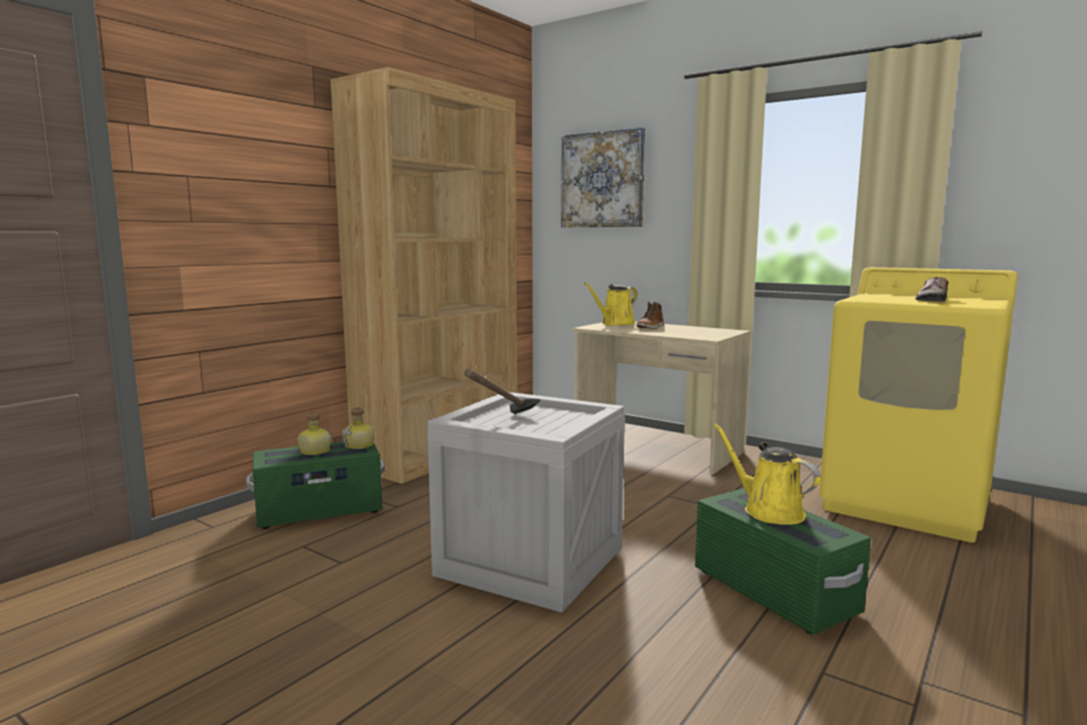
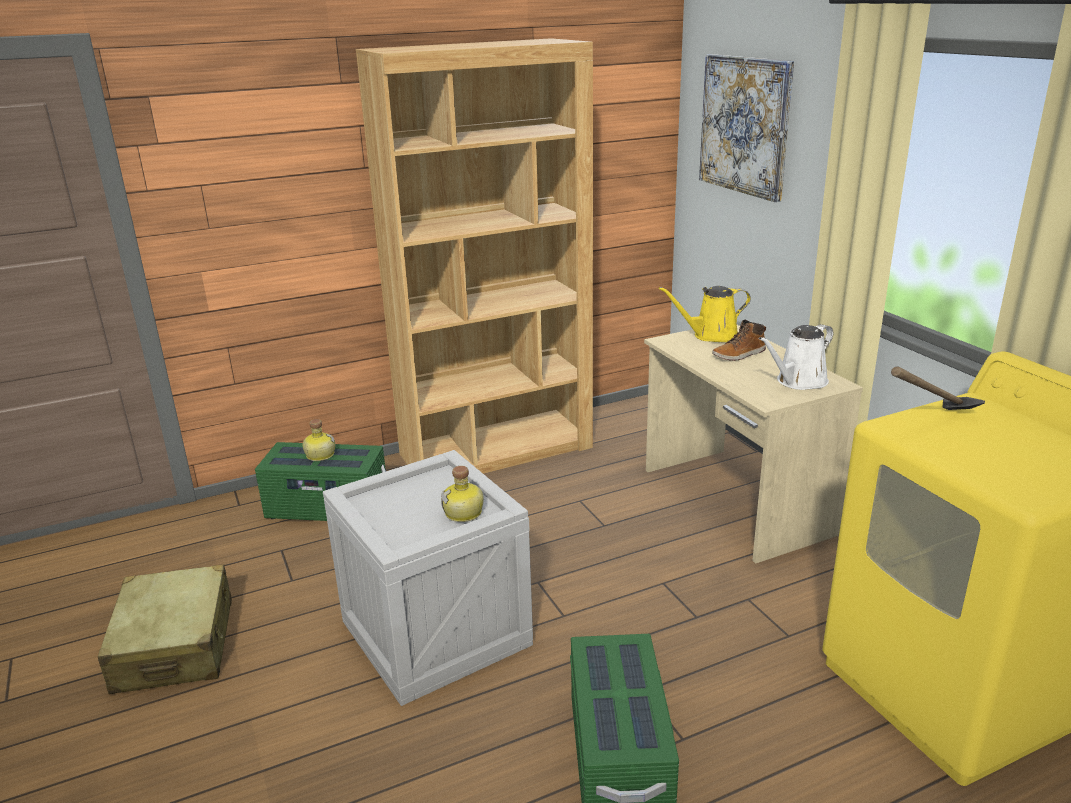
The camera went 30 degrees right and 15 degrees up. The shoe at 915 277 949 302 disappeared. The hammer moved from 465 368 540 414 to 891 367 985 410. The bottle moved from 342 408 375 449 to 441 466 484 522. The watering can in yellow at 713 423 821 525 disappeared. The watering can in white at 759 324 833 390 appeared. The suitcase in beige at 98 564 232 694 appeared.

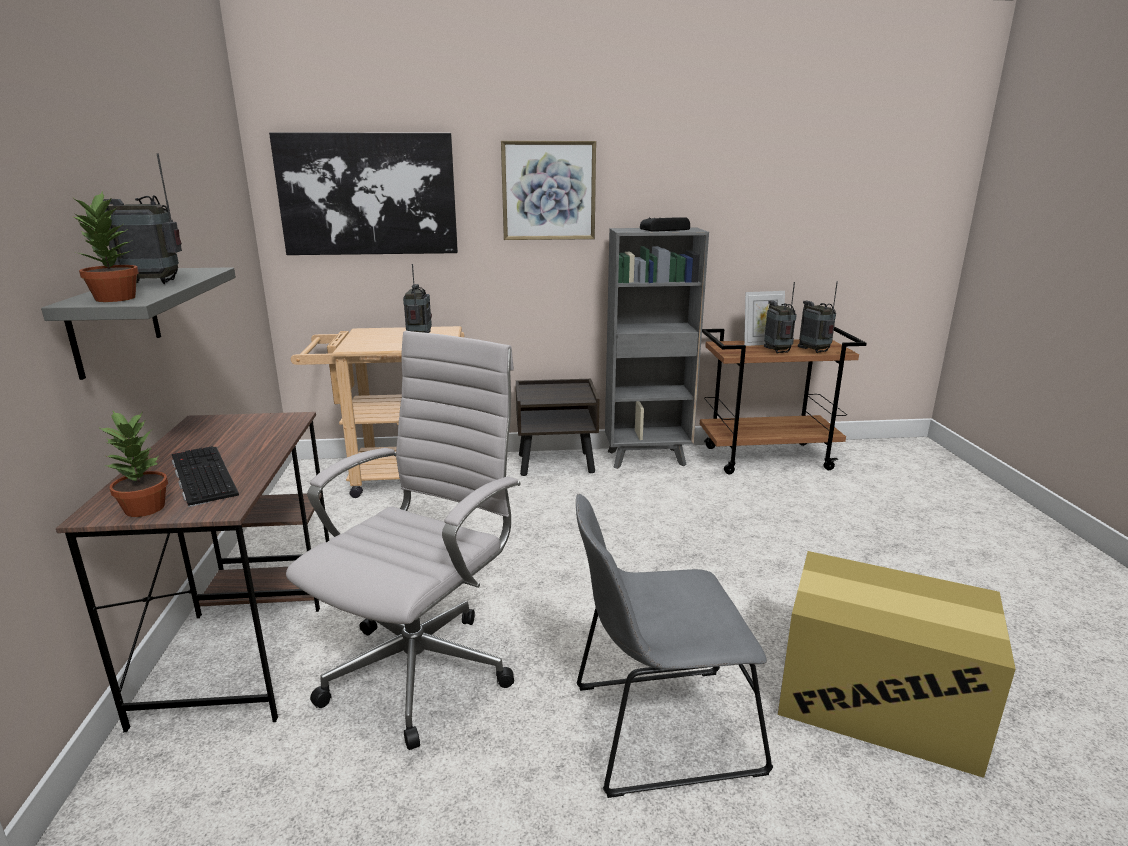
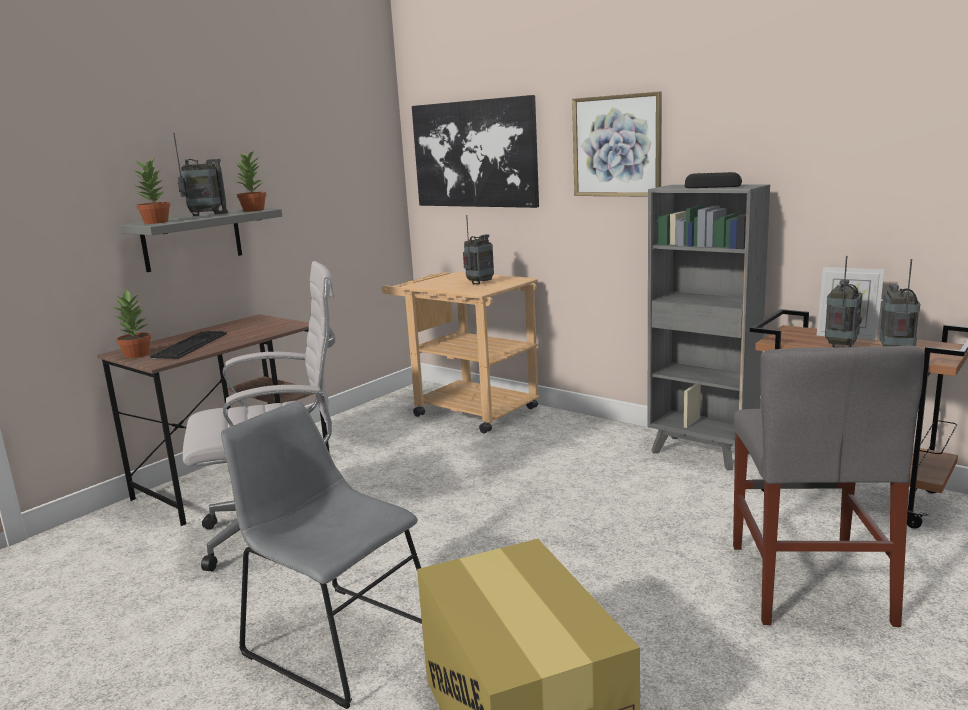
The camera went 45 degrees right and 5 degrees down. The radio at 103 153 182 284 turned 135 degrees clockwise. The nightstand in brown at 516 379 599 476 disappeared. The potted plant at 237 150 266 212 appeared. The chair in grey at 733 346 924 627 appeared.

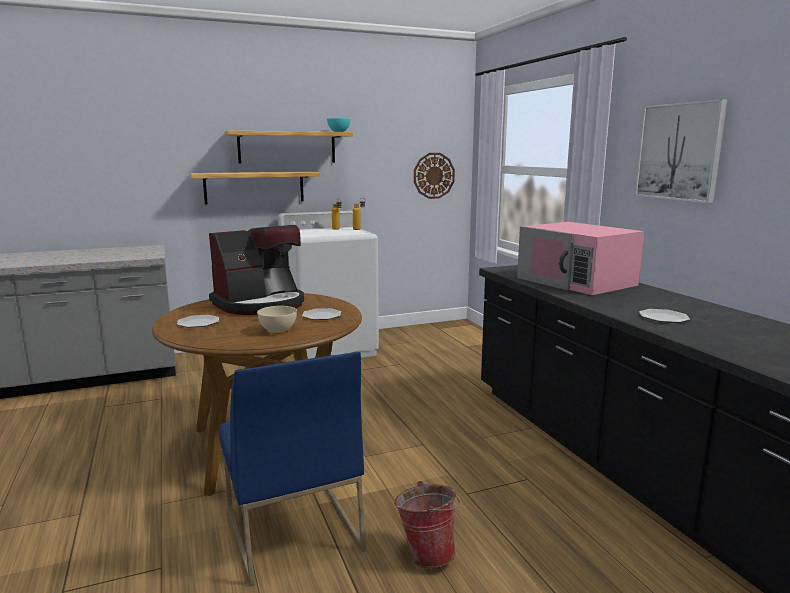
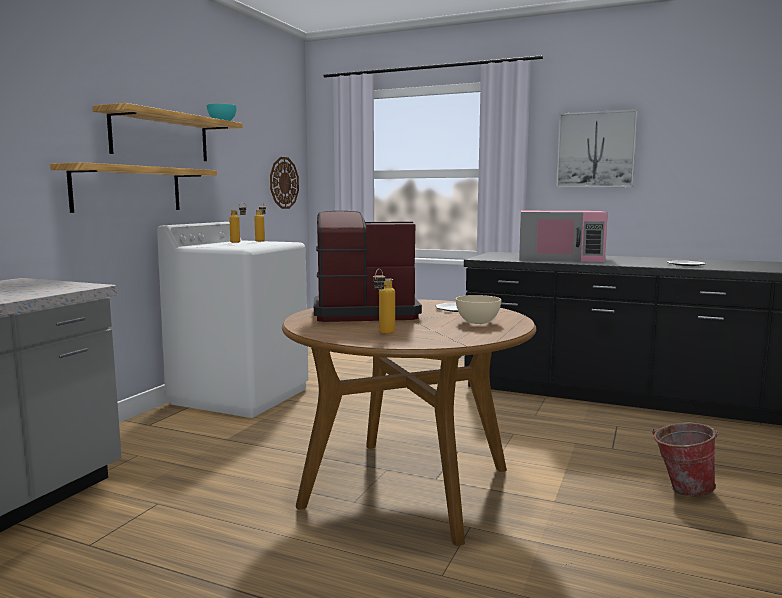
The camera went 45 degrees left and 5 degrees down. The coffee machine at 209 225 304 315 turned 105 degrees counterclockwise. The plate at 177 315 219 328 was replaced by the bottle at 373 269 395 334. The chair in blue at 219 352 366 586 disappeared.

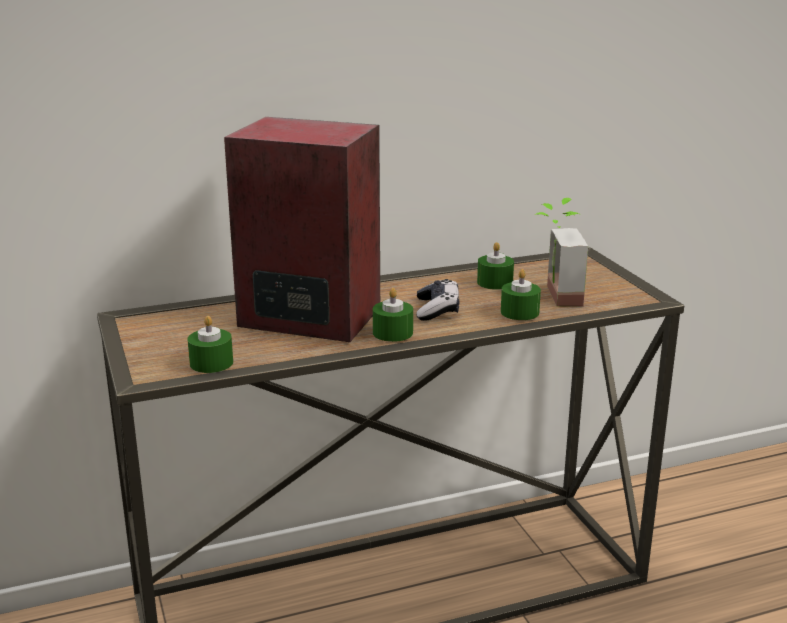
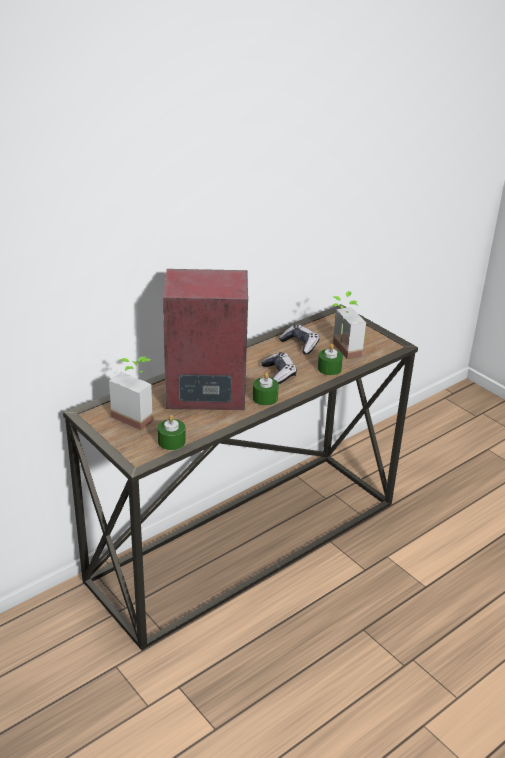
The camera went 20 degrees left and 10 degrees up. The candle in green at 477 242 514 290 was replaced by the game controller at 279 325 320 354. The potted plant at 109 356 153 430 appeared.

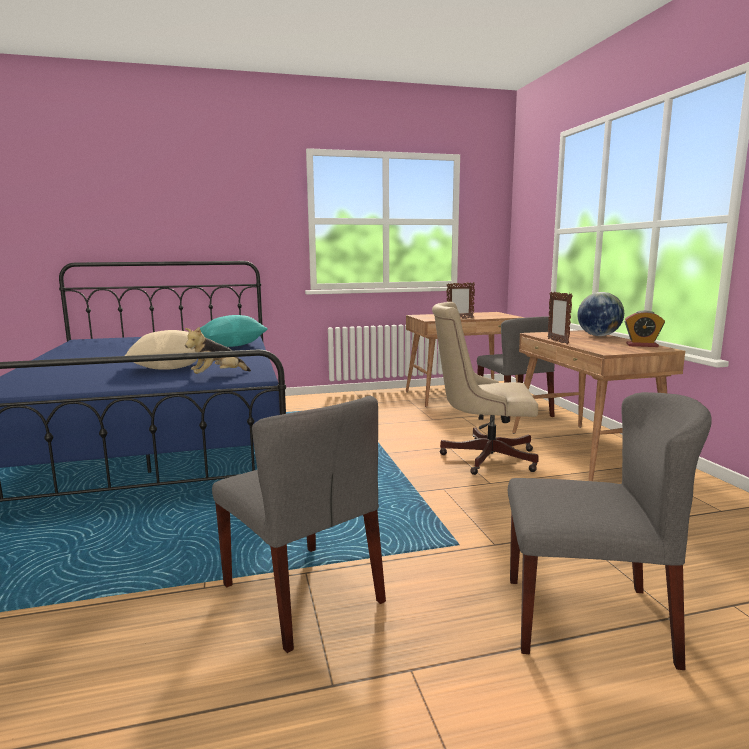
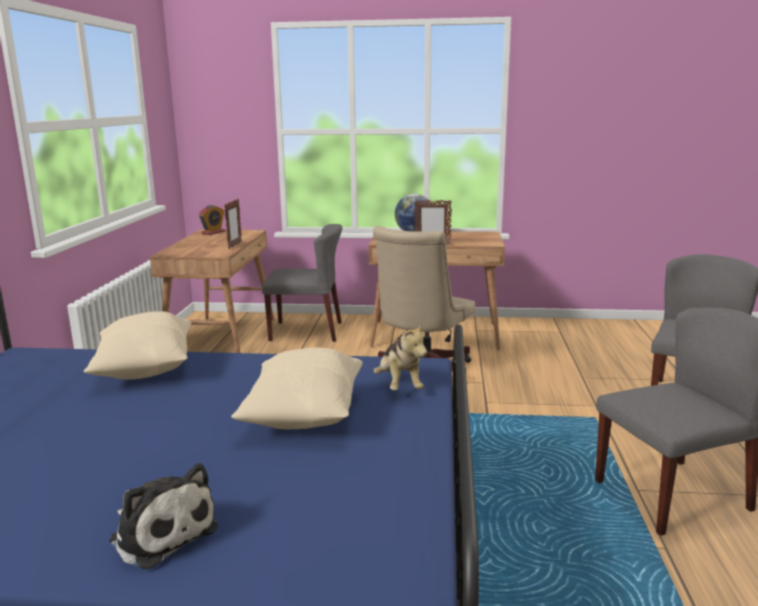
The camera went 70 degrees left and 5 degrees up. The alarm clock moved from 625 310 665 347 to 199 205 225 235. The pillow in turquoise at 200 315 268 347 became the pillow in beige at 84 311 191 380. The plush toy at 109 463 218 570 appeared.

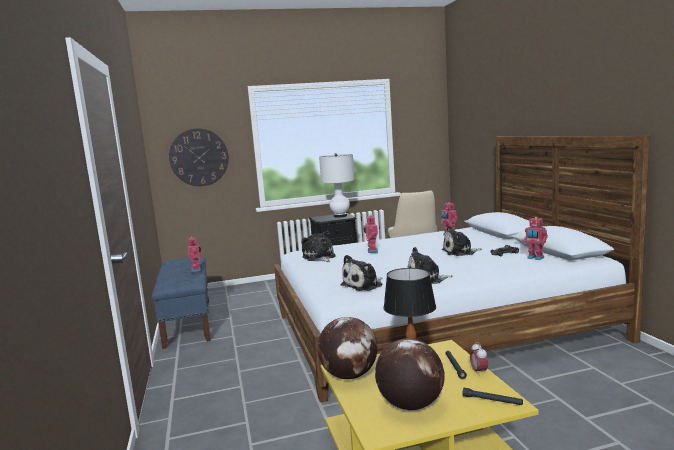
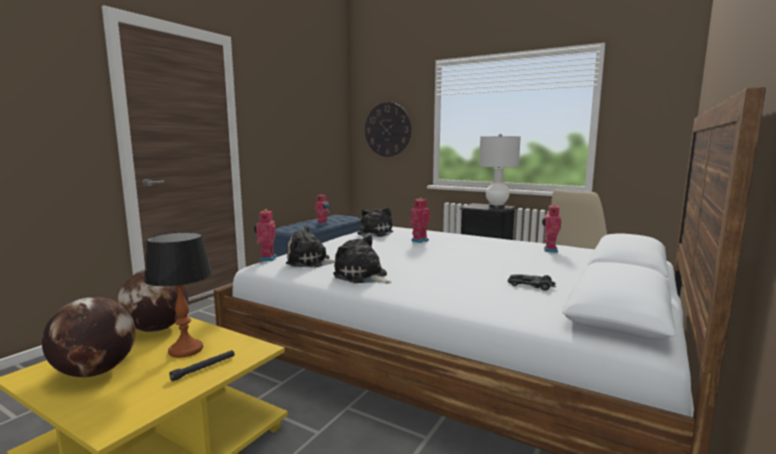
The camera went 45 degrees right and 0 degrees up. The toy robot moved from 524 217 548 260 to 254 209 277 261. The plush toy at 442 225 482 256 disappeared. The alarm clock at 470 342 488 374 disappeared. The flashlight in black at 462 388 523 405 disappeared.

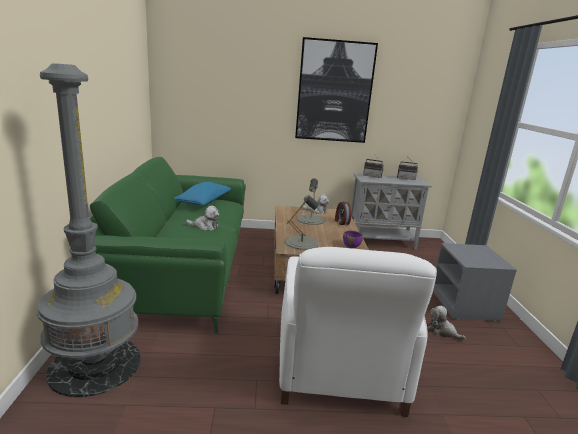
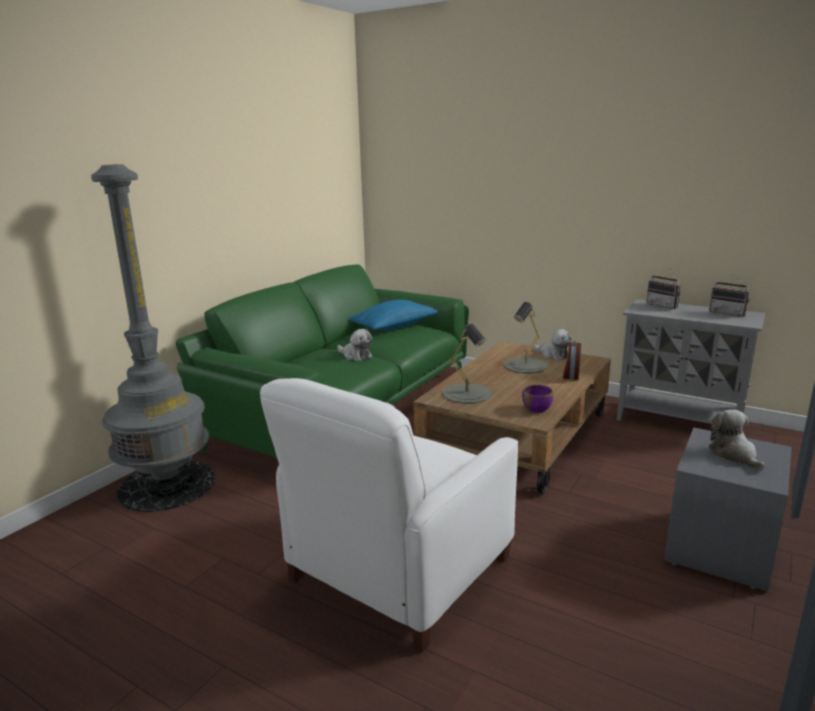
The camera went 35 degrees right and 0 degrees up. The picture at 295 37 378 143 disappeared. The plush toy moved from 427 306 466 341 to 709 409 765 471.

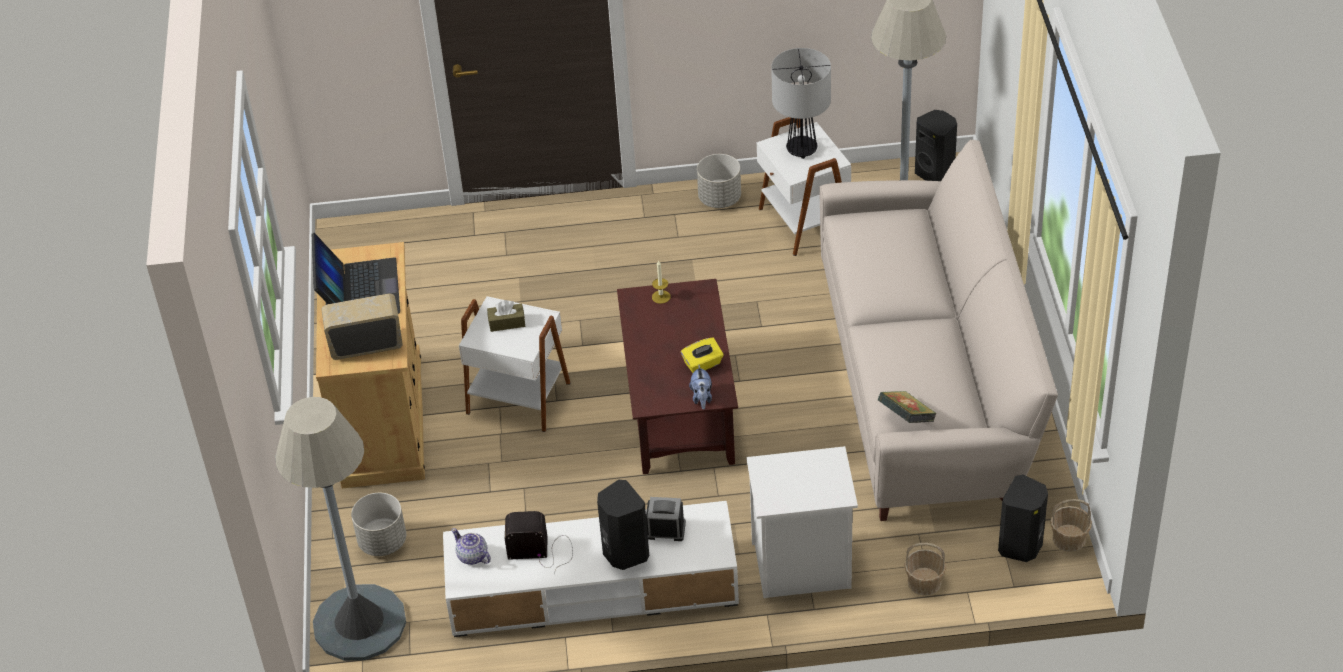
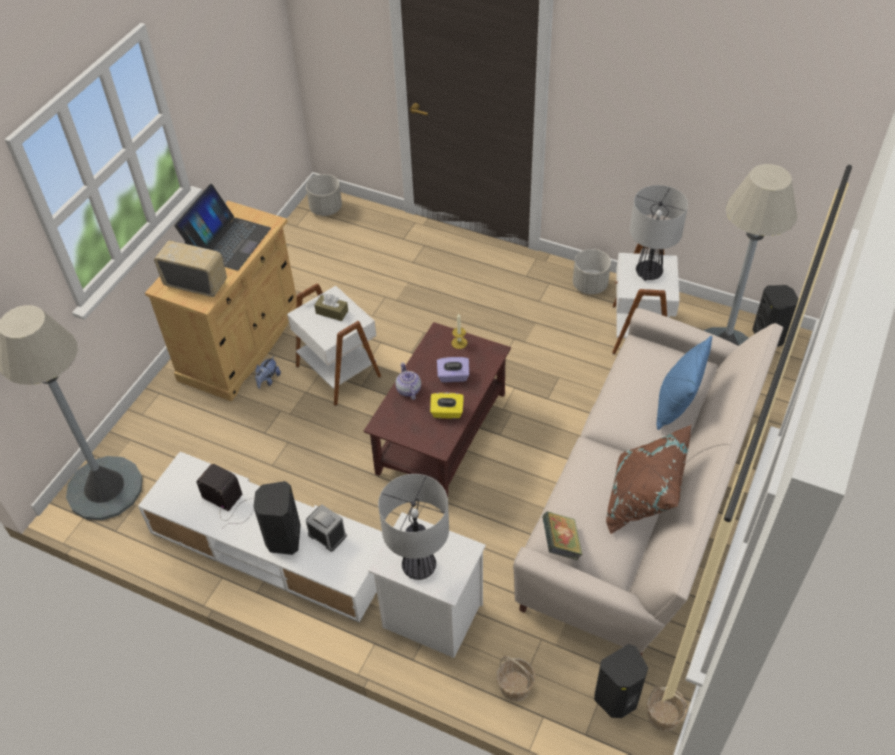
The camera went 30 degrees right and 5 degrees up. The plush toy moved from 689 365 712 410 to 255 356 281 389. The planter in grey moved from 351 493 406 556 to 306 174 342 216. The teapot moved from 451 528 491 565 to 395 362 421 400. The pillow in blue at 656 336 712 430 appeared. The tissue box in purple at 437 357 469 382 appeared. The pillow in brown at 606 424 692 535 appeared. The table lamp at 378 474 449 580 appeared.

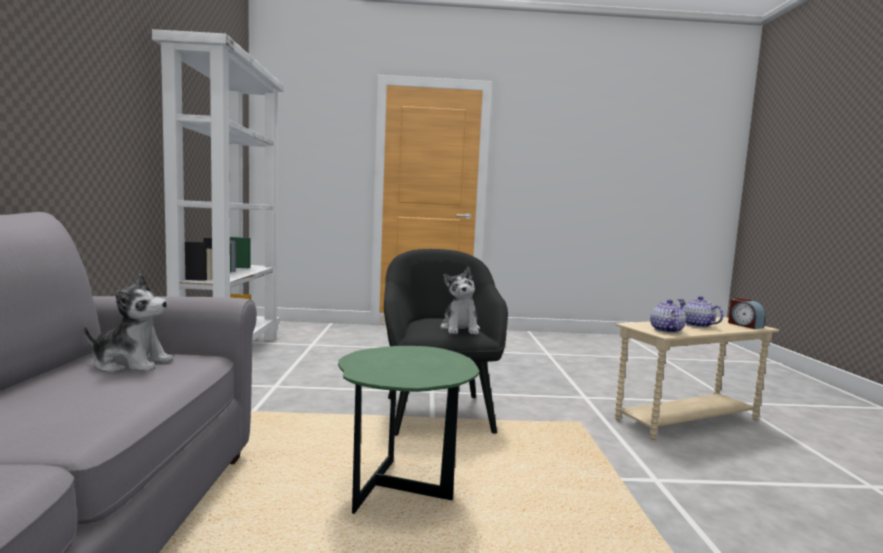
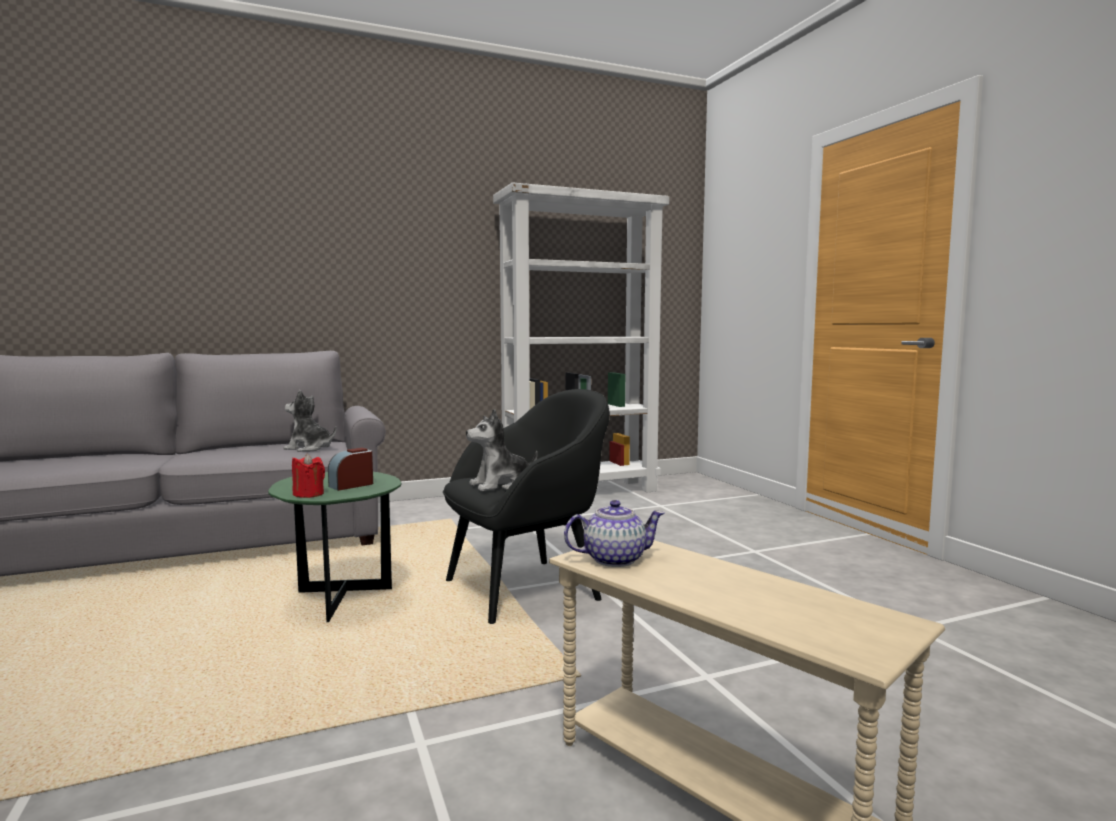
The camera went 70 degrees right and 0 degrees up. The plush toy at 84 274 173 373 turned 120 degrees clockwise. The teapot at 678 296 724 328 disappeared. The alarm clock moved from 728 298 766 329 to 328 448 373 491. The candle in red at 292 454 325 498 appeared.

